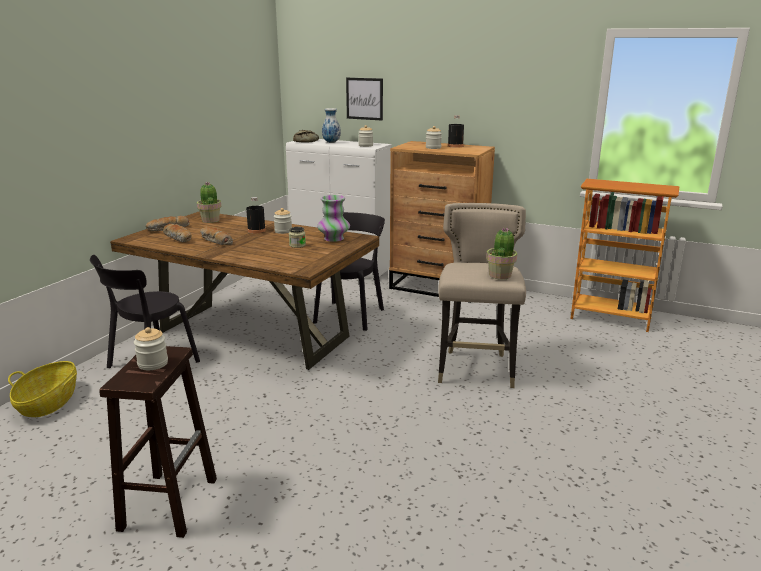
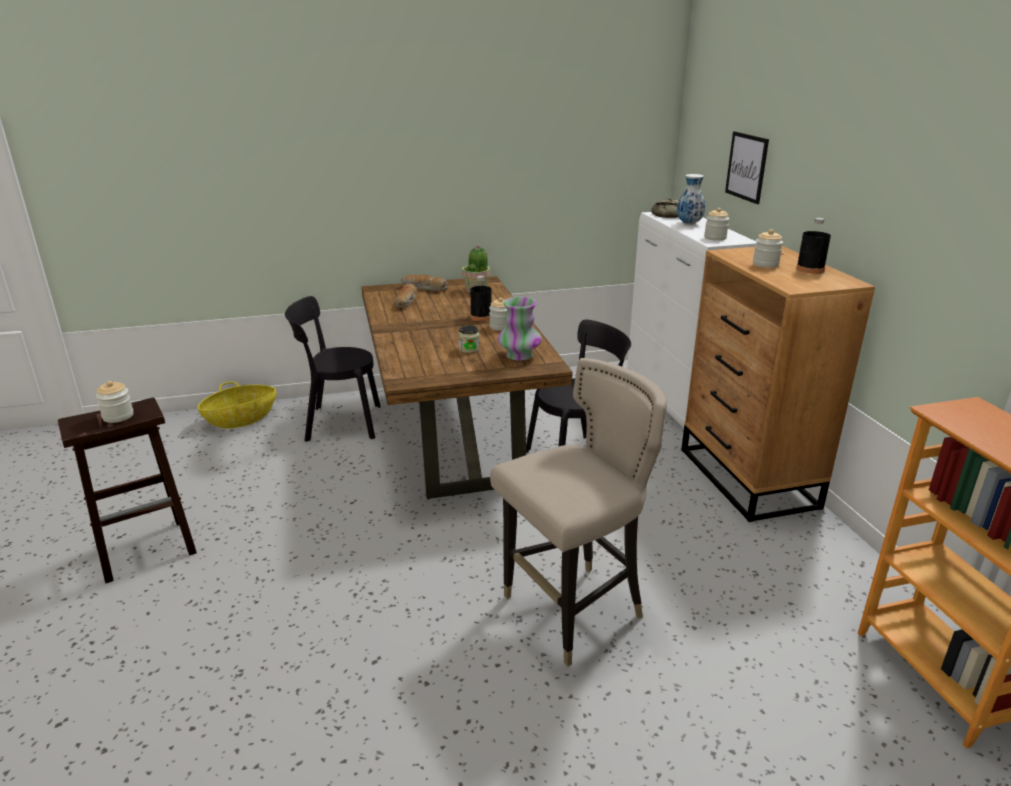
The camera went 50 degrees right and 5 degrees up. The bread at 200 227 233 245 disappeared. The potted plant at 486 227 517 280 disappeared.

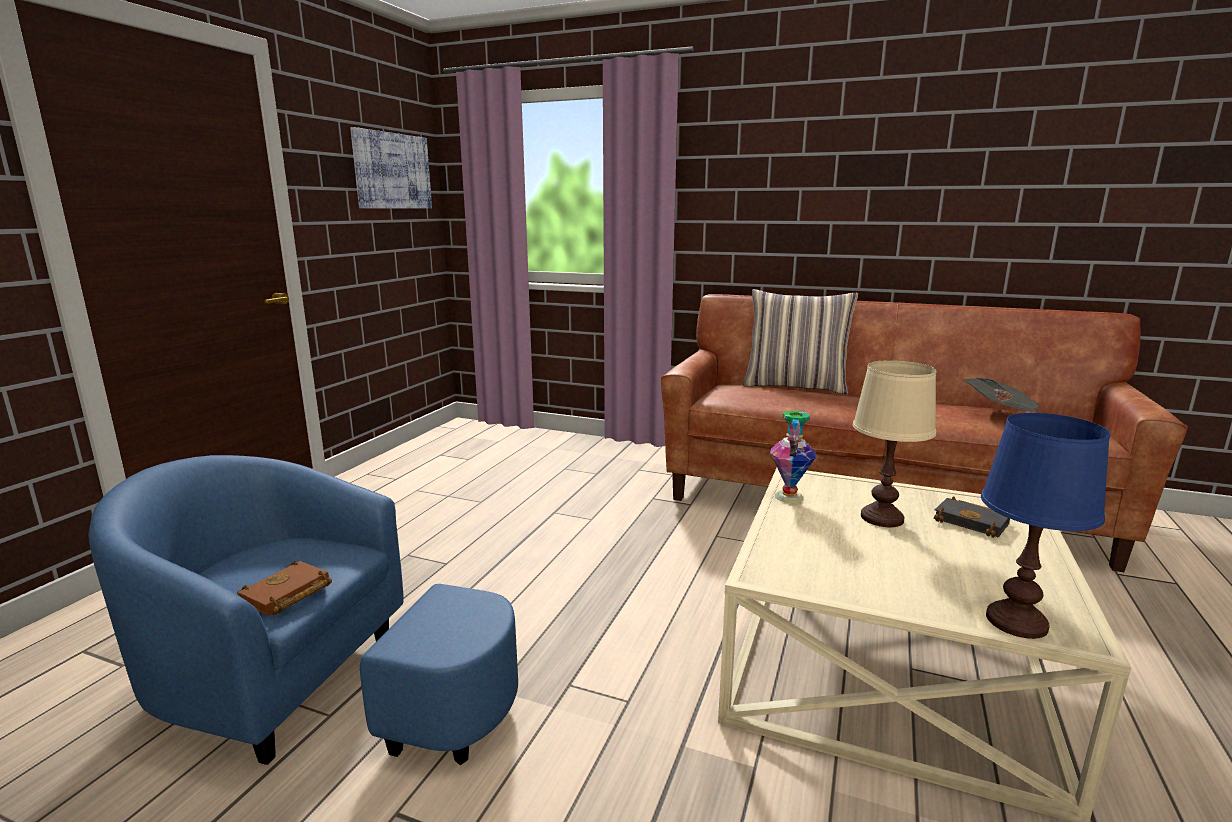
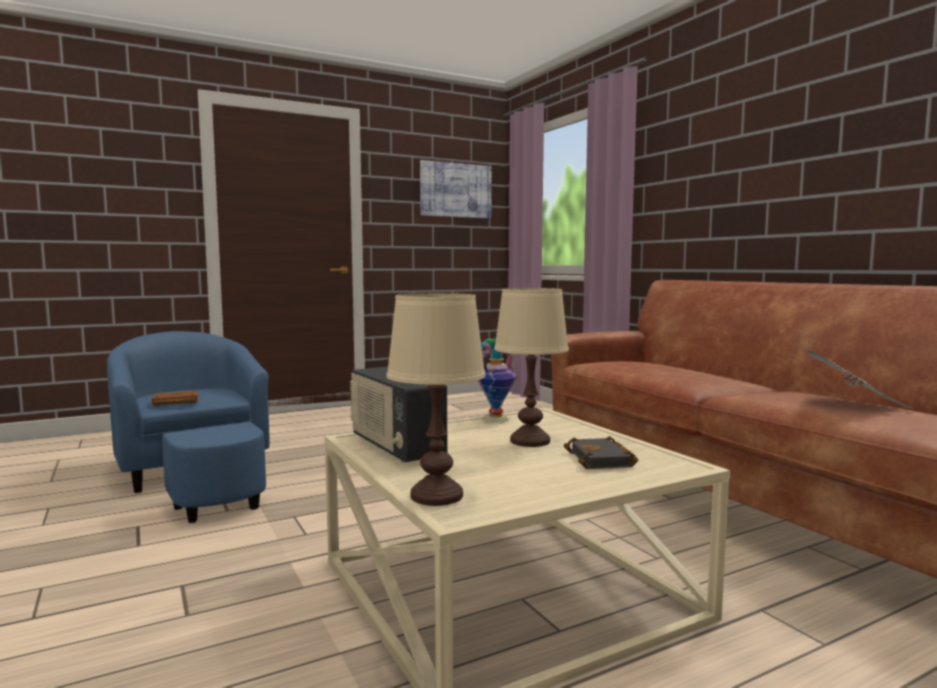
The camera went 40 degrees right and 10 degrees down. The pillow at 743 289 858 394 disappeared. The table lamp in blue at 981 413 1110 639 became the table lamp in beige at 386 293 486 506. The radio at 350 367 447 462 appeared.

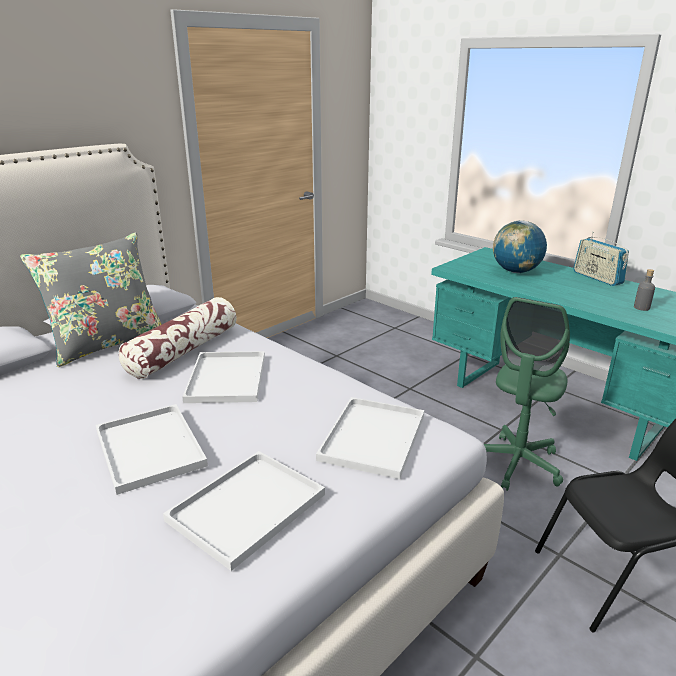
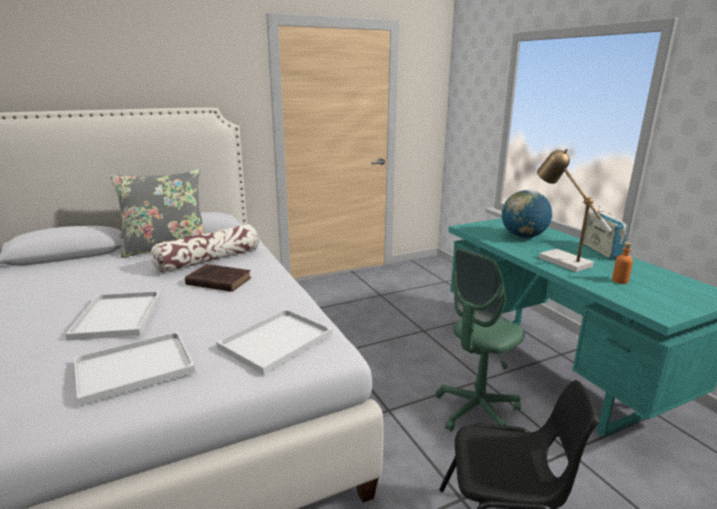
The camera went 20 degrees right and 5 degrees down. The bottle in grey at 634 269 655 311 became the bottle in orange at 612 242 633 284. The tray in white at 182 351 265 403 was replaced by the book in brown at 185 264 251 292. The table lamp at 537 149 612 272 appeared.

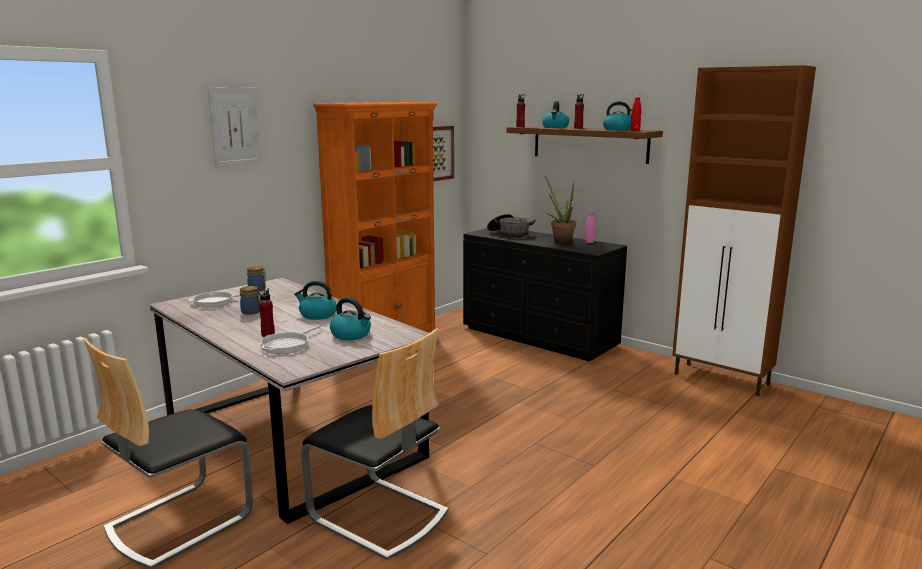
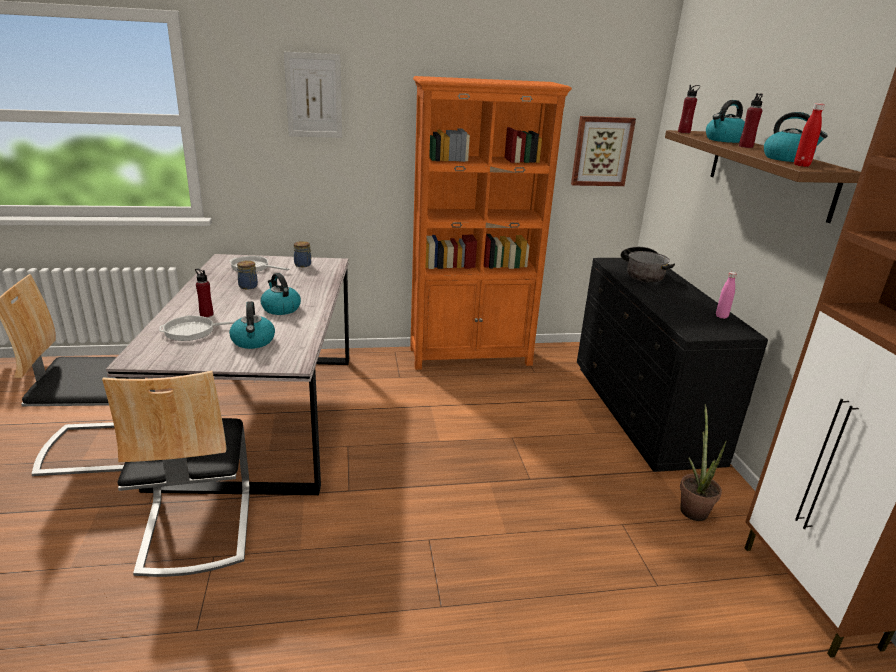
The camera went 40 degrees right and 10 degrees up. The potted plant moved from 545 176 576 245 to 680 404 727 521.

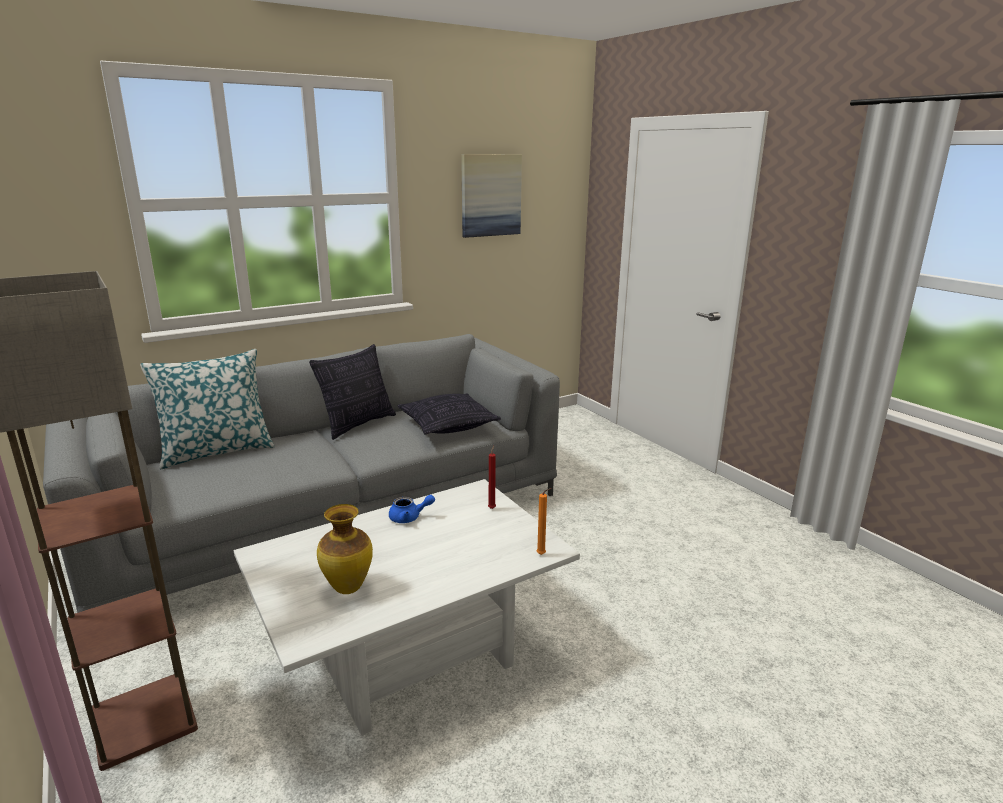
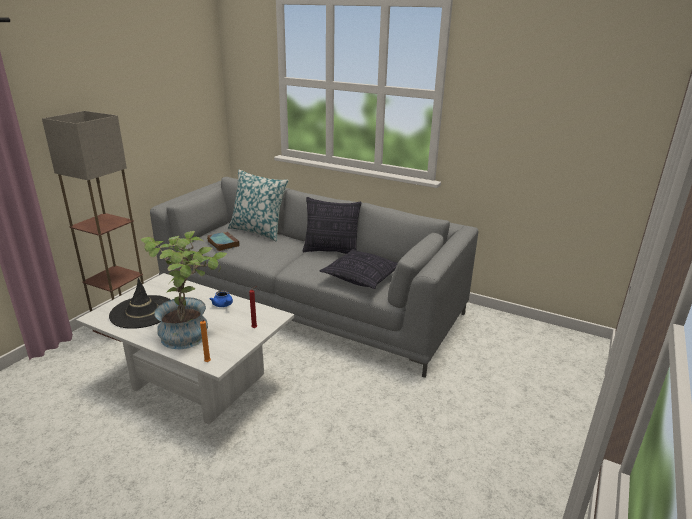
The camera went 60 degrees right and 5 degrees up. The picture at 461 154 522 238 disappeared. The vase at 317 504 373 594 was replaced by the hat in black at 109 278 171 329. The potted plant at 140 231 227 349 appeared. The book at 207 232 239 251 appeared.

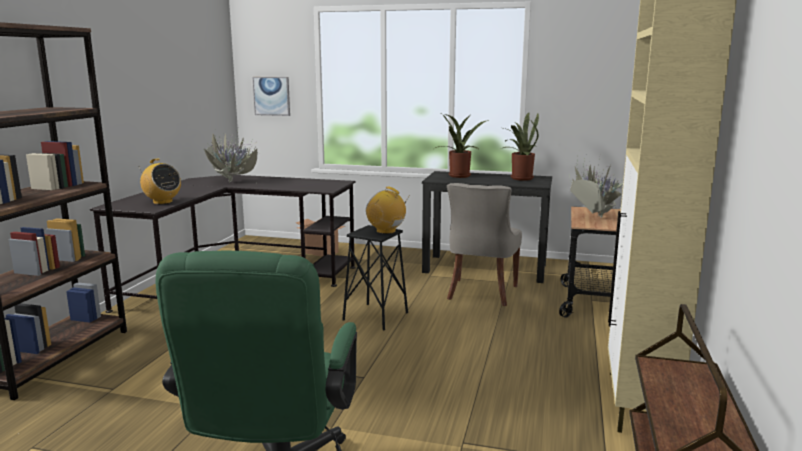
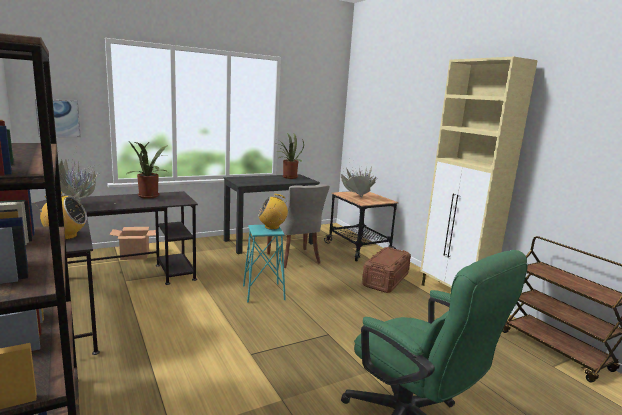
The camera went 45 degrees left and 0 degrees up. The potted plant moved from 435 114 489 178 to 127 141 168 199. The stool in black at 342 225 408 330 became the stool in turquoise at 243 225 286 302. The storage box in brown at 362 247 411 293 appeared.

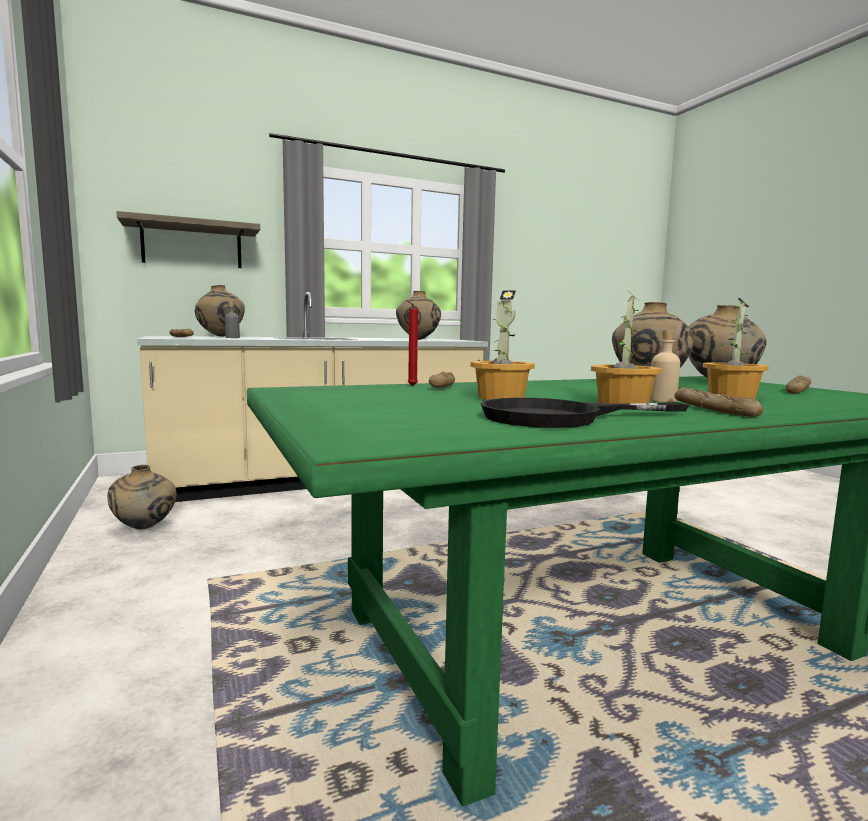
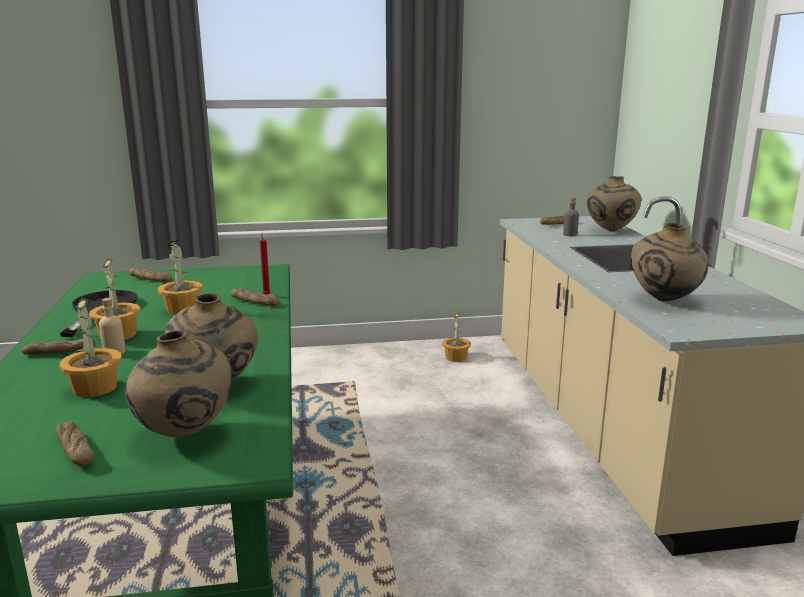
The camera went 105 degrees right and 10 degrees up. The shelf at 116 211 260 268 disappeared. The vase in beige at 108 465 177 530 was replaced by the potted plant at 442 312 471 362. The bread at 129 267 172 282 appeared.

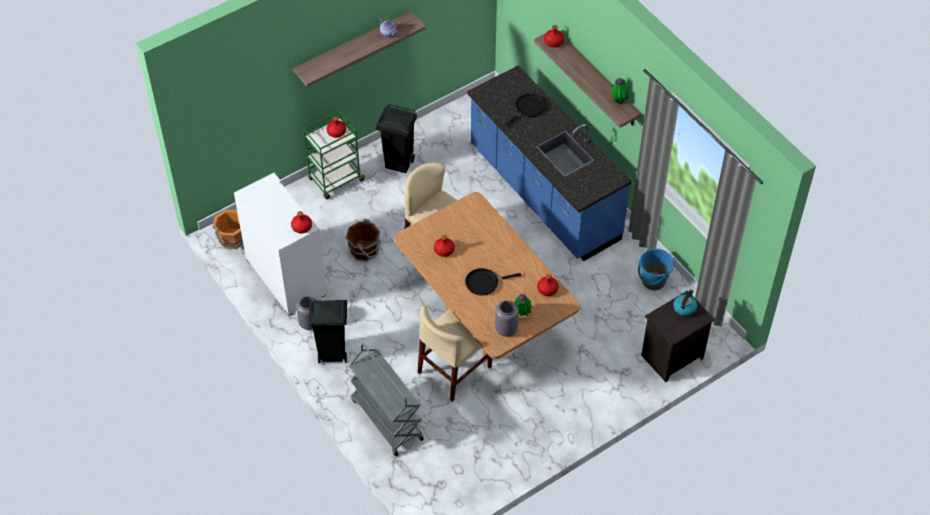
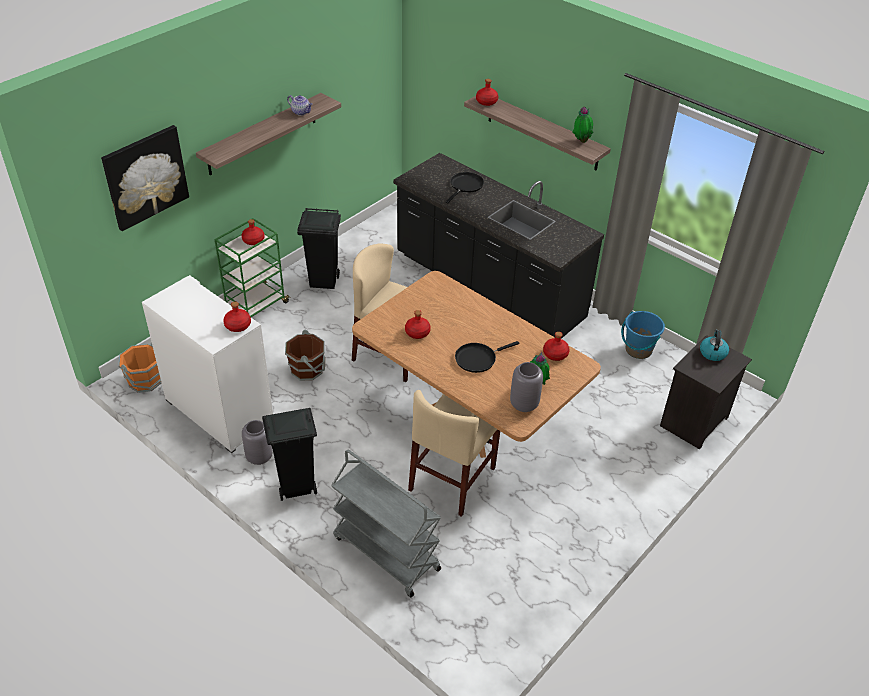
The camera went 15 degrees left and 10 degrees down. The counter in blue at 467 66 631 261 became the counter in black at 393 153 604 339. The picture at 101 125 189 231 appeared.

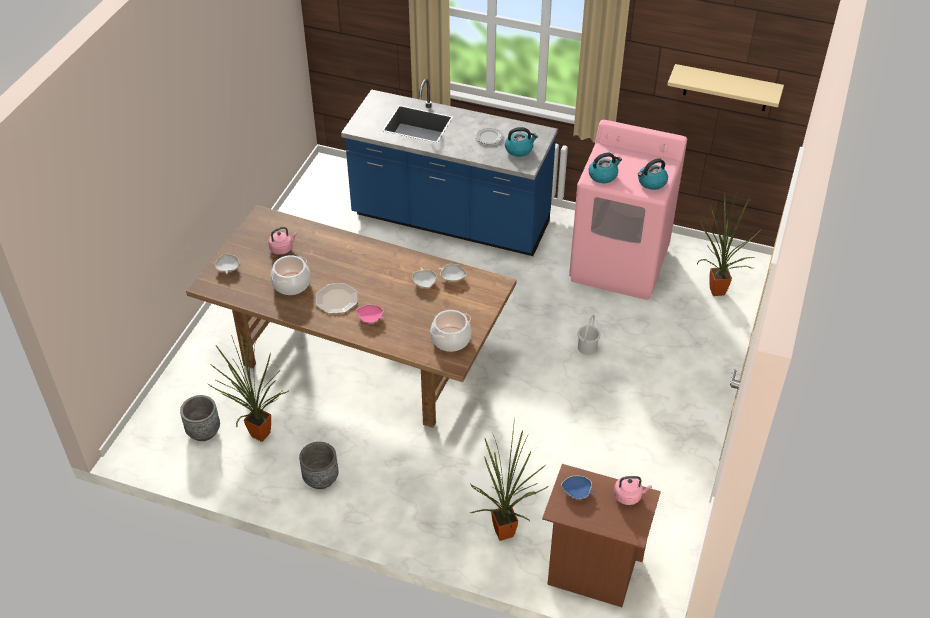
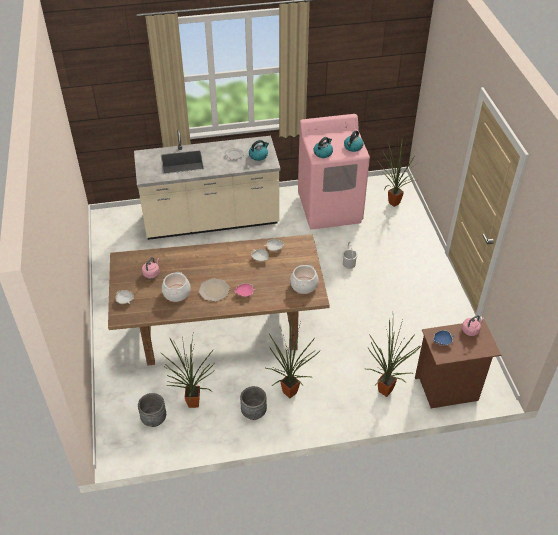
The camera went 30 degrees left and 0 degrees up. The shelf in beige at 667 64 784 111 disappeared. The counter in blue at 341 79 558 256 became the counter in beige at 134 130 280 240. The potted plant at 264 318 321 398 appeared.

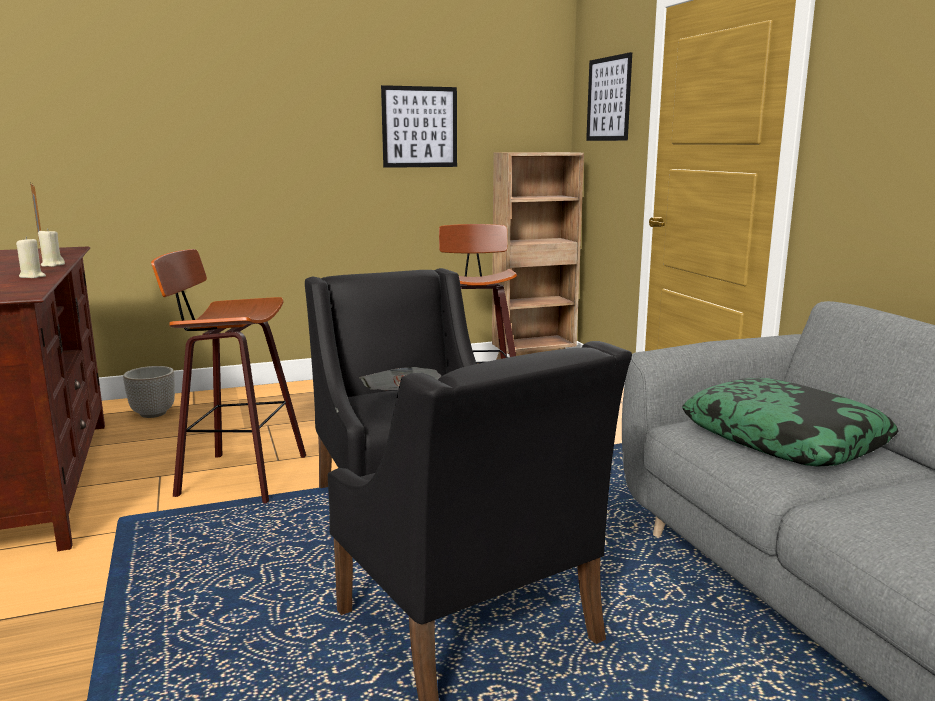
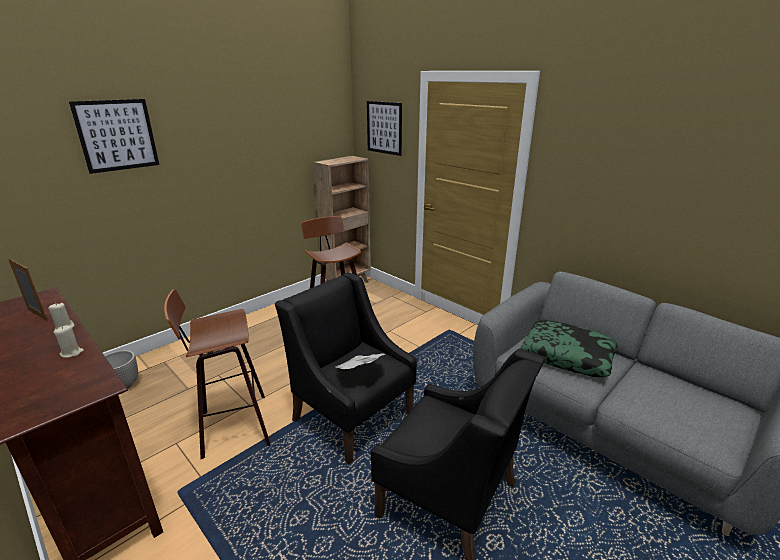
The camera went 25 degrees left and 10 degrees up. The picture moved from 381 85 457 168 to 69 99 159 174.

